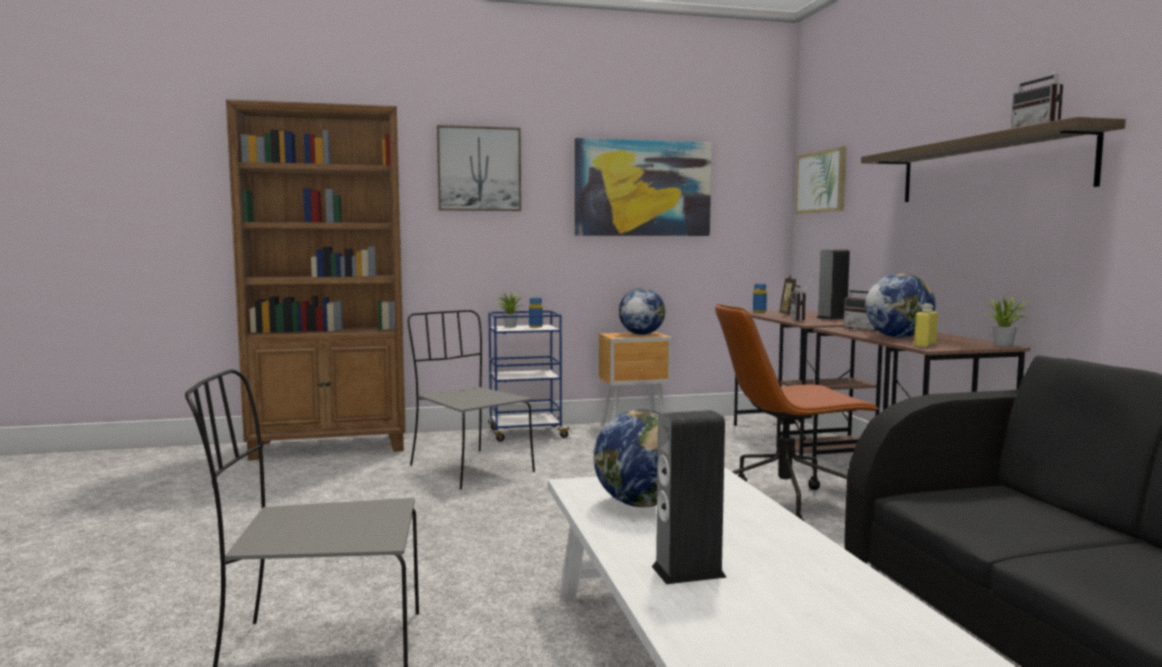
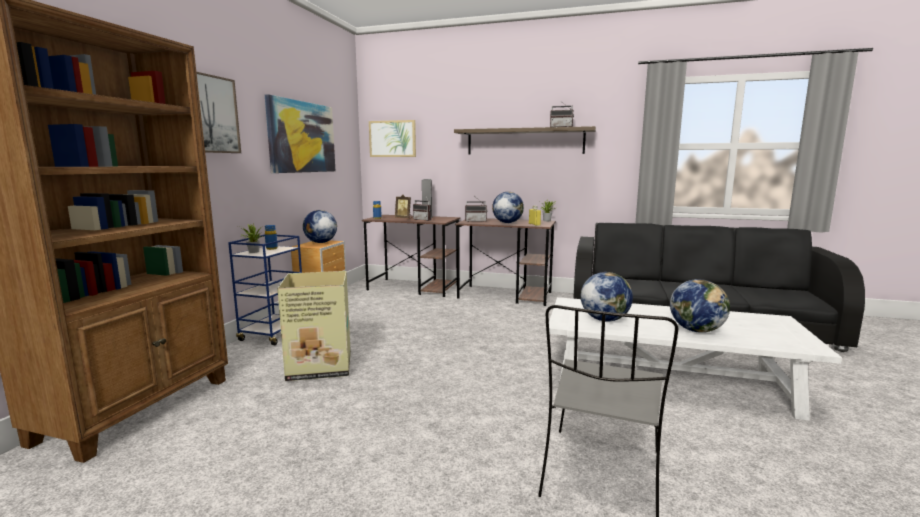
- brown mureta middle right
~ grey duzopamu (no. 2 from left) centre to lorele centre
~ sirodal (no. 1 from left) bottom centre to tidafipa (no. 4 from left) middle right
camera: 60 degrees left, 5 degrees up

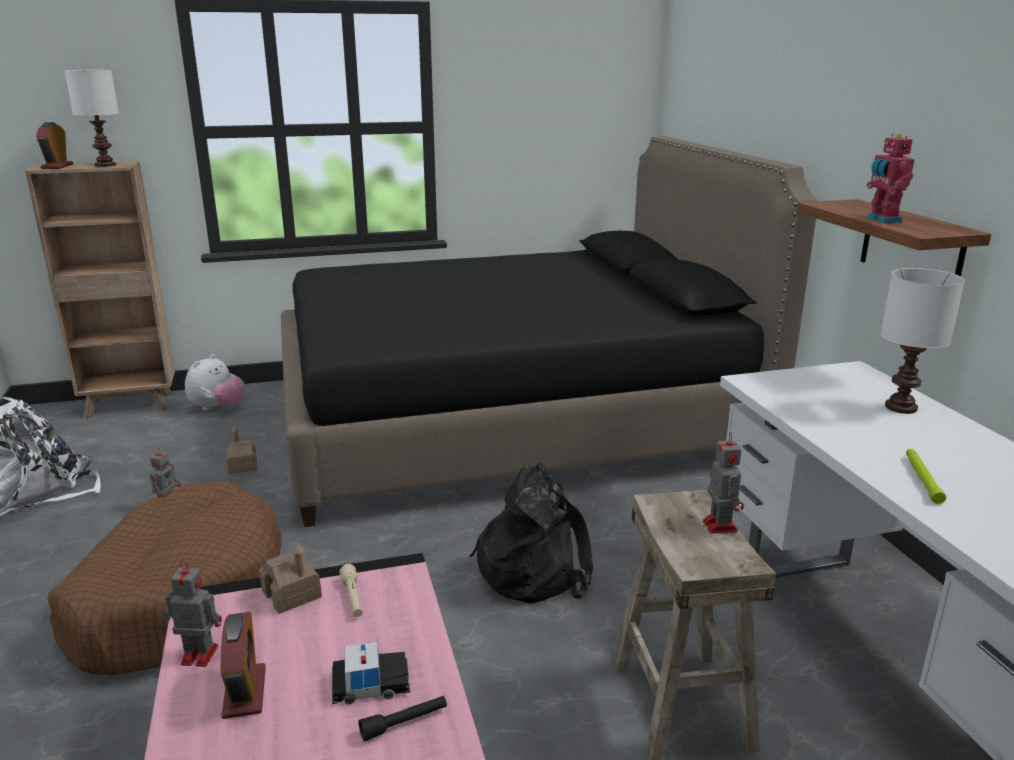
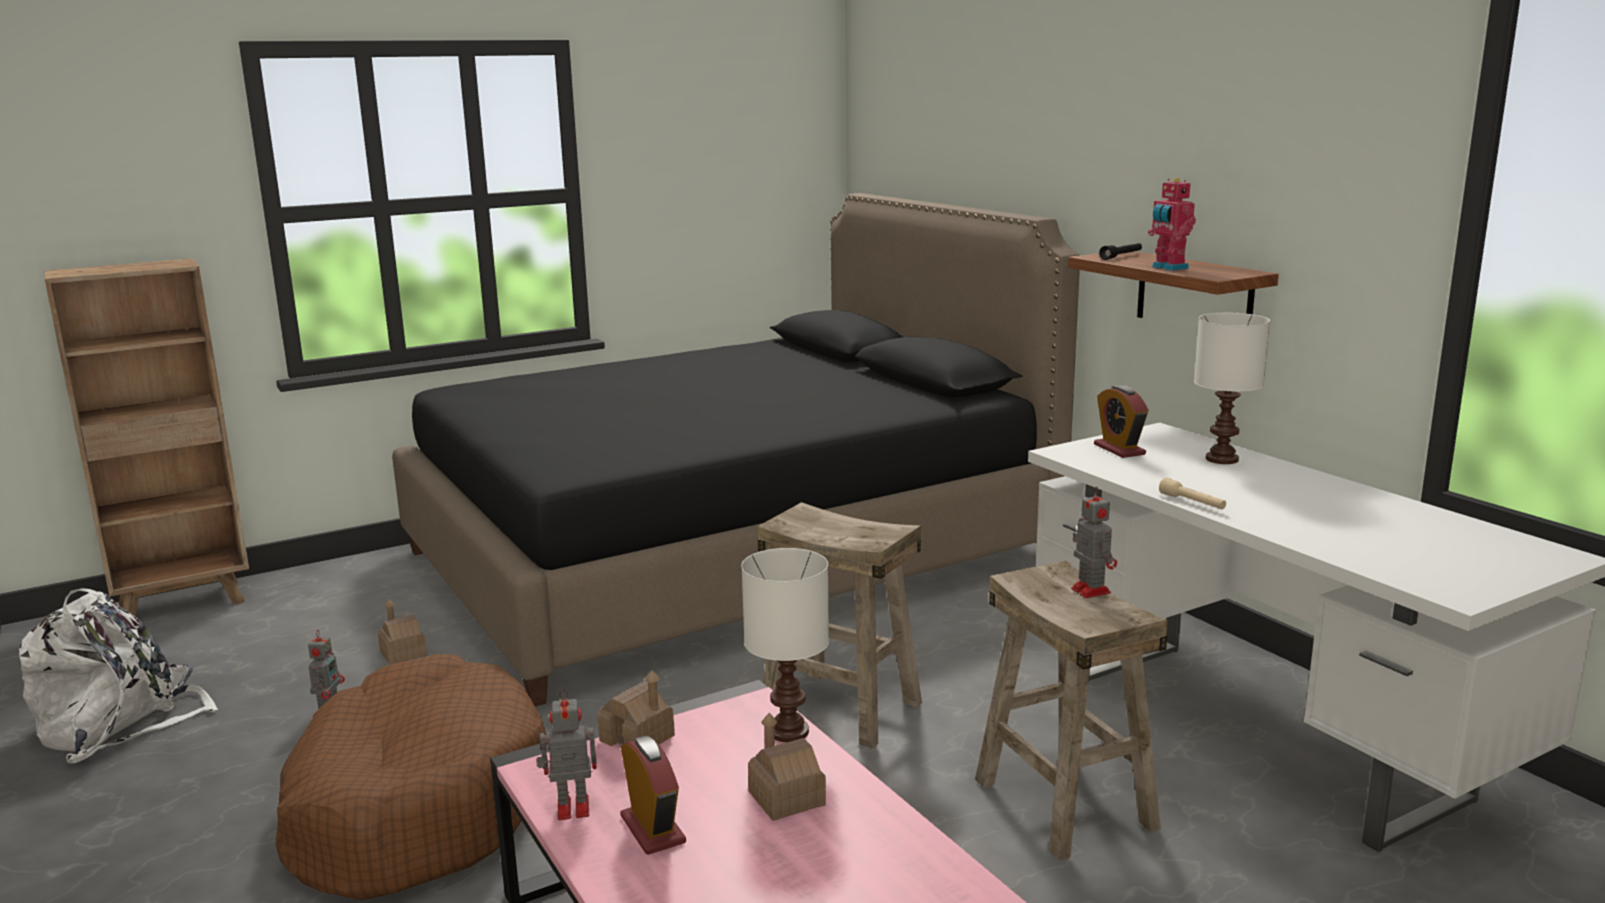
- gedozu middle left
- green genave middle right
~ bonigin (no. 1 from left in the first image) top left to bonigin (no. 2 from left) middle right
~ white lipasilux (no. 1 from left) top left to bottom centre
~ beige genave bottom centre to middle right
~ black genave bottom centre to top right
~ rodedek bottom centre to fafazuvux (no. 3 from left) bottom centre
~ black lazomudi bottom centre to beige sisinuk (no. 1 from left) bottom centre
camera: 15 degrees left, 5 degrees down

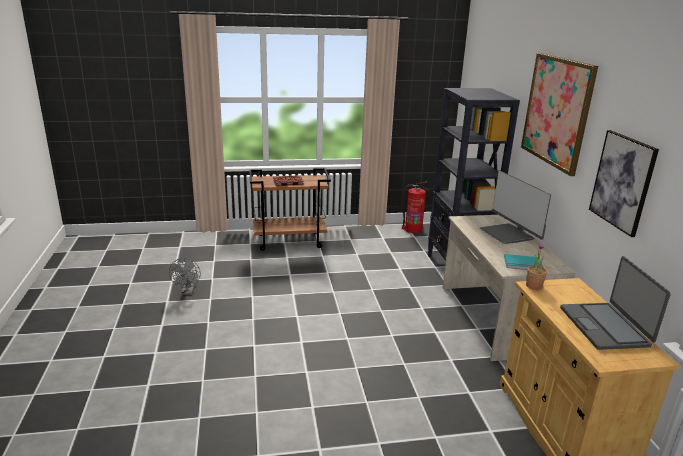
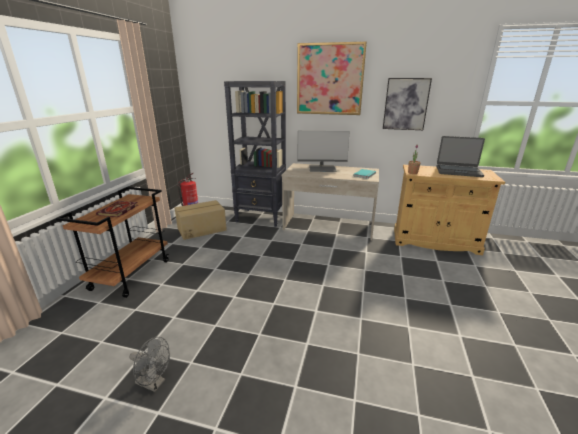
+ lorele centre
camera: 65 degrees left, 0 degrees up

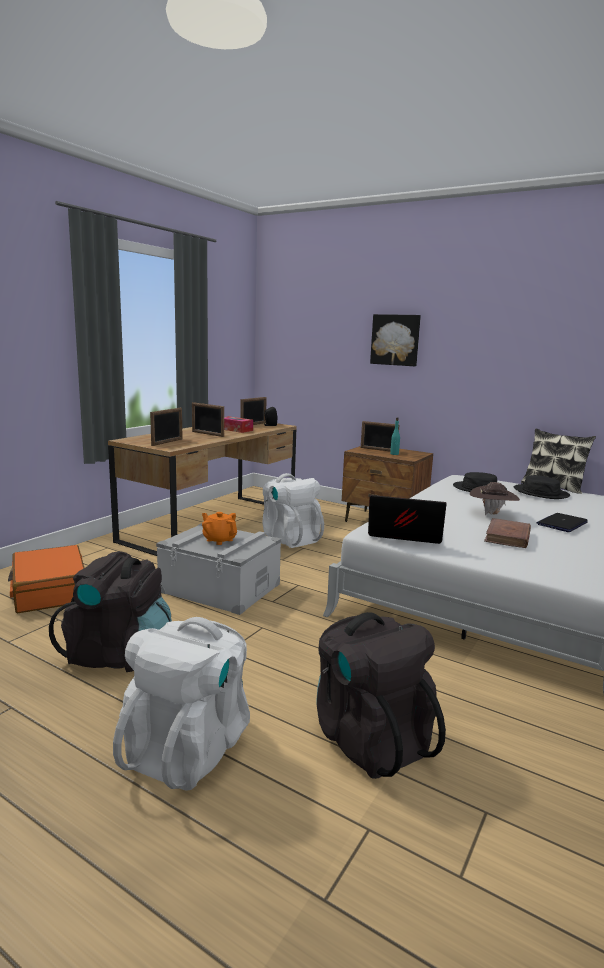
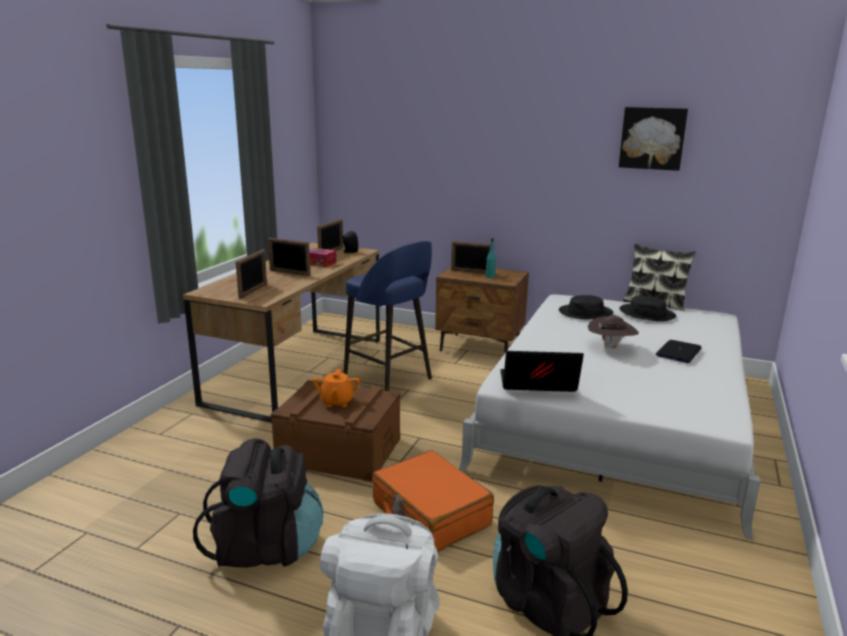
- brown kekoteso middle right
~ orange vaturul middle left to bottom centre
~ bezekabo centre to top right
~ white lazomudi (no. 2 from left) centre to blue sisinuk centre
~ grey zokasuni centre to brown zokasuni bottom centre
~ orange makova centre = centre 120 degrees counterclockwise
camera: 10 degrees left, 5 degrees up

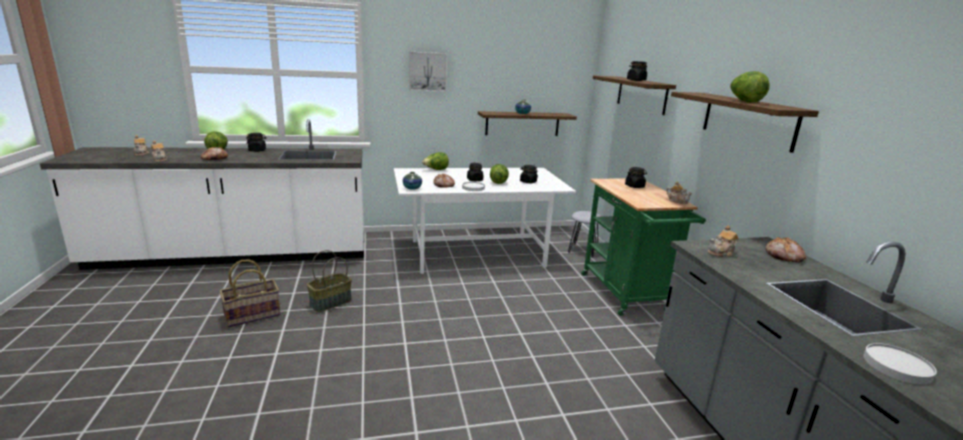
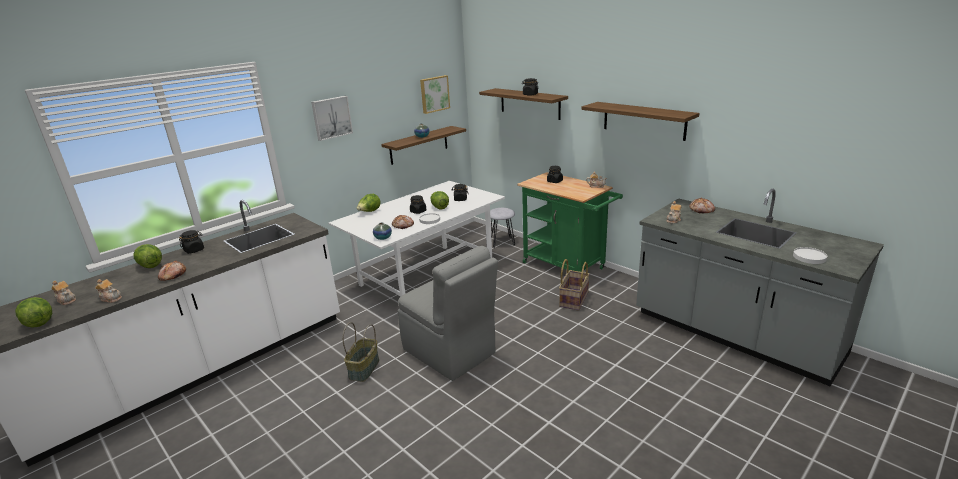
+ grey duzopamu centre
+ bezekabo (no. 2 from left) top centre
~ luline (no. 1 from left in the first image) middle left to luline (no. 2 from left) centre
~ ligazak (no. 4 from left in the first image) top right to ligazak (no. 1 from left) middle left
camera: 30 degrees left, 5 degrees up

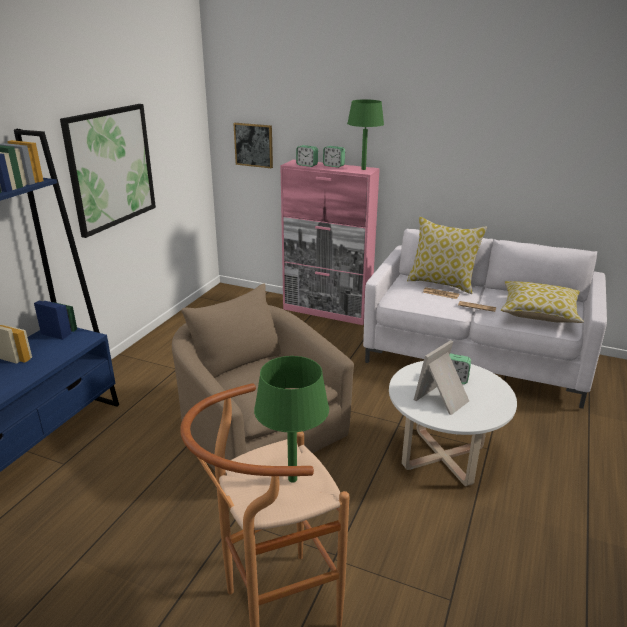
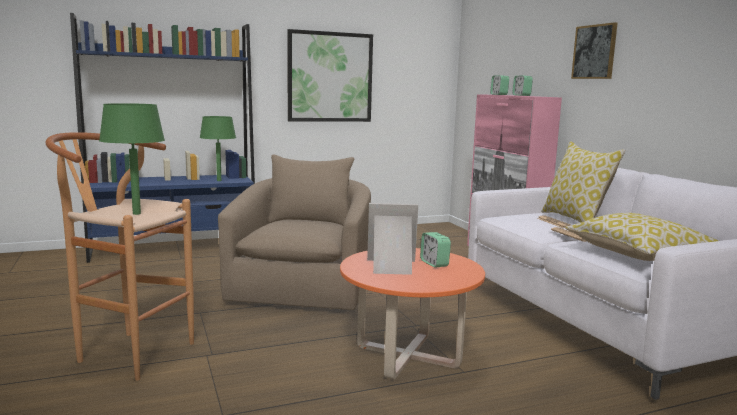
~ bezekabo (no. 2 from left) top centre to top right
~ green lipasilux (no. 2 from left) top centre to middle left
~ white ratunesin bottom right to orange ratunesin bottom centre
camera: 45 degrees right, 15 degrees down

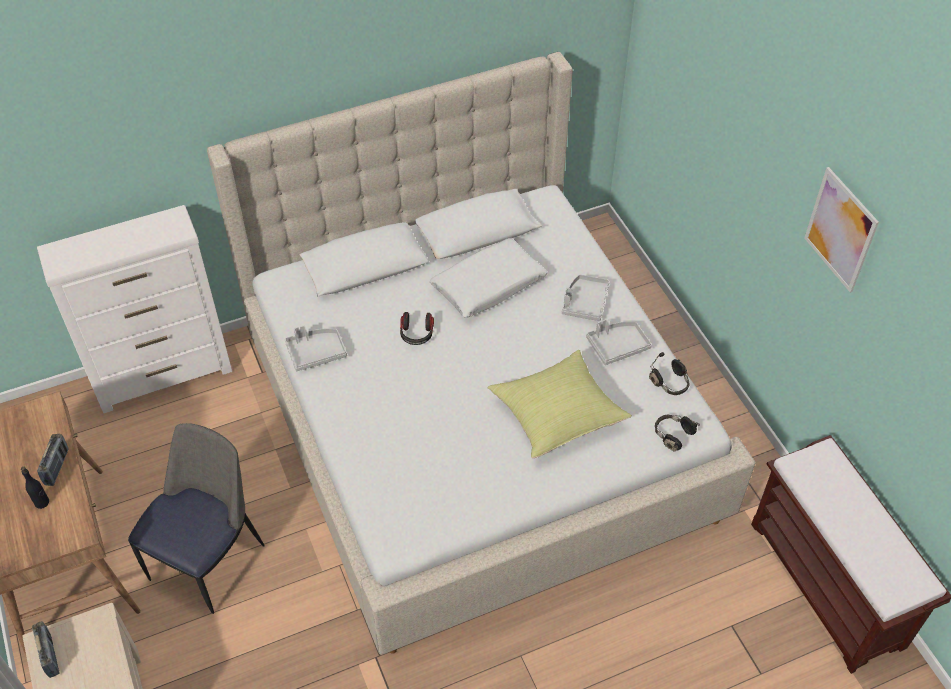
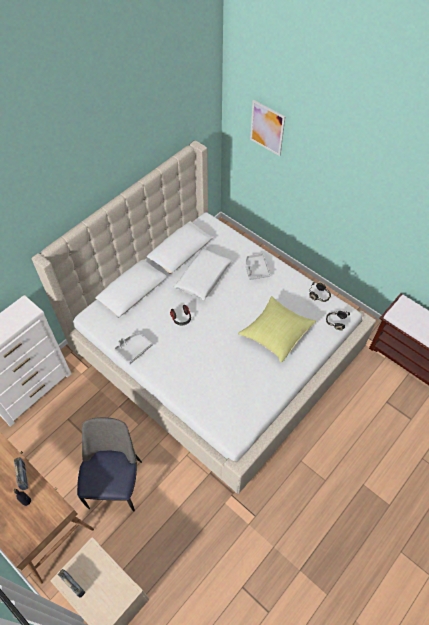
- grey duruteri (no. 3 from left) centre
~ bezekabo middle right to top centre
camera: 25 degrees left, 5 degrees up

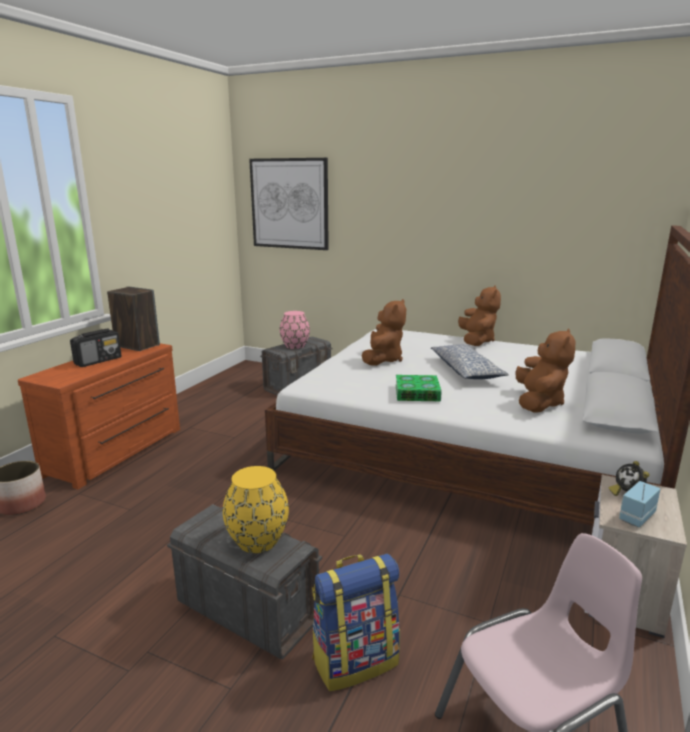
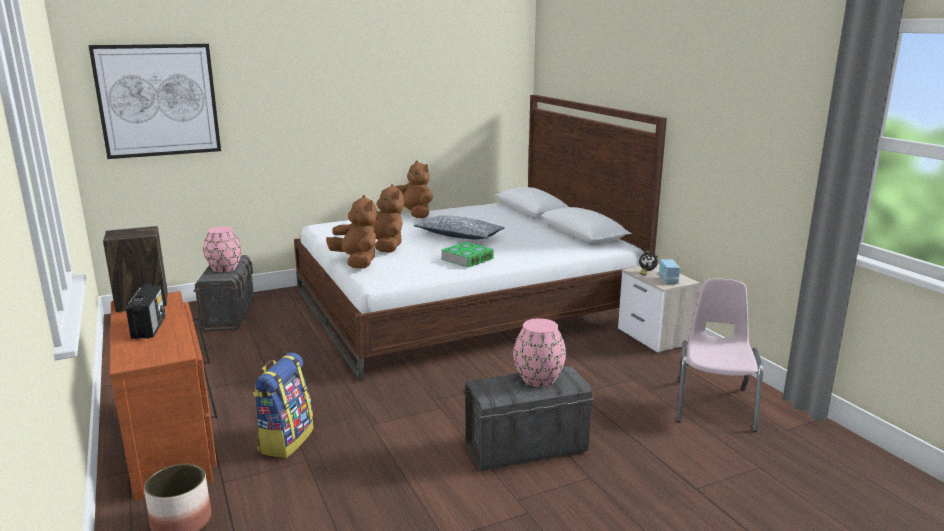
~ lazomudi bottom centre to bottom left
~ brown gedozu (no. 3 from left in the first image) middle right to brown gedozu (no. 1 from left) centre
~ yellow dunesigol bottom centre to pink dunesigol (no. 2 from left) centre
camera: 50 degrees left, 0 degrees up

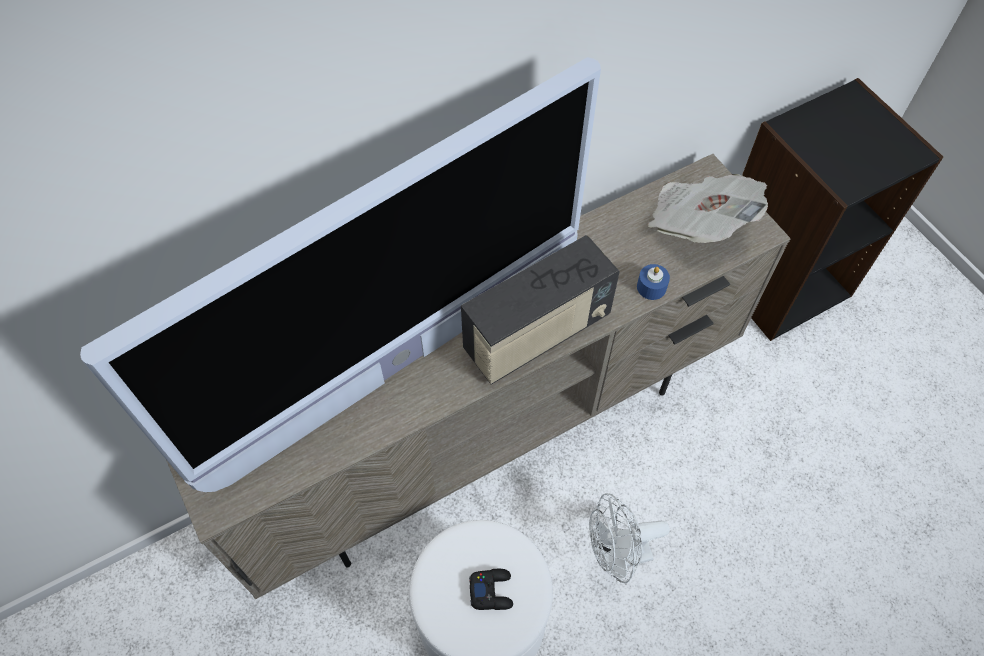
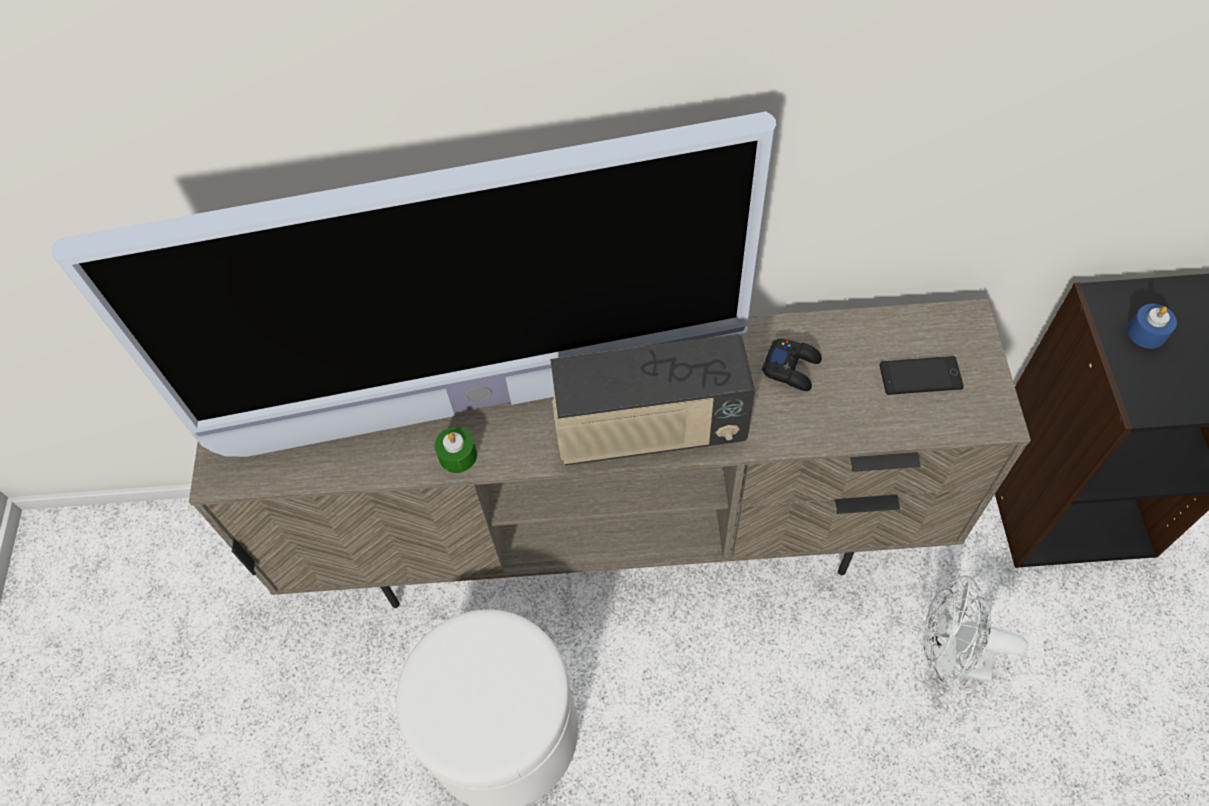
+ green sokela centre
~ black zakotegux bottom centre to centre
~ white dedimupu bottom centre to bottom right
~ blue sokela centre to middle right
~ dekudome top right to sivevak middle right
camera: 30 degrees right, 0 degrees up

